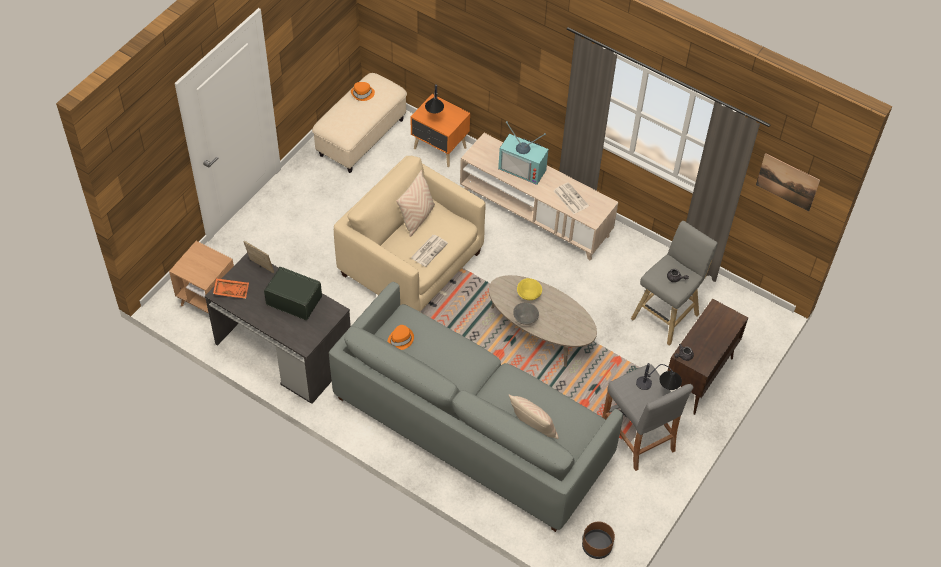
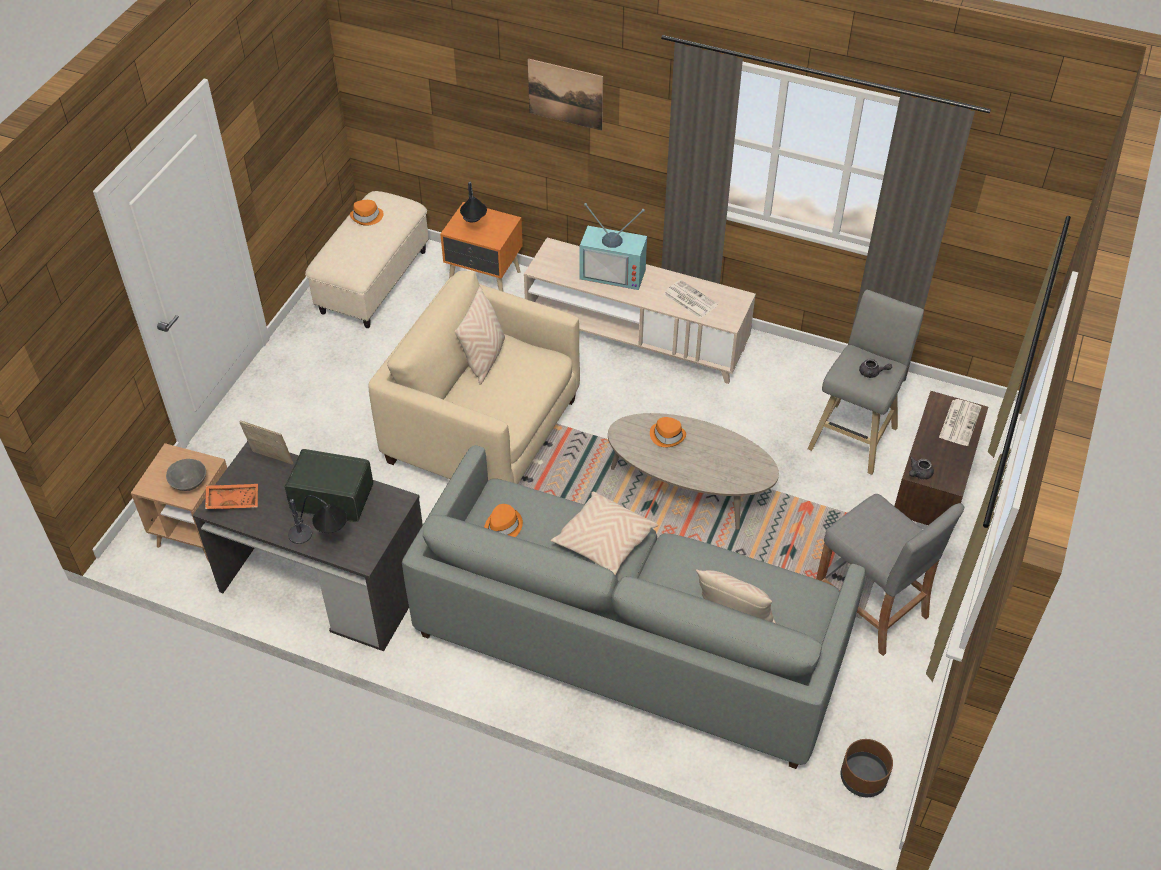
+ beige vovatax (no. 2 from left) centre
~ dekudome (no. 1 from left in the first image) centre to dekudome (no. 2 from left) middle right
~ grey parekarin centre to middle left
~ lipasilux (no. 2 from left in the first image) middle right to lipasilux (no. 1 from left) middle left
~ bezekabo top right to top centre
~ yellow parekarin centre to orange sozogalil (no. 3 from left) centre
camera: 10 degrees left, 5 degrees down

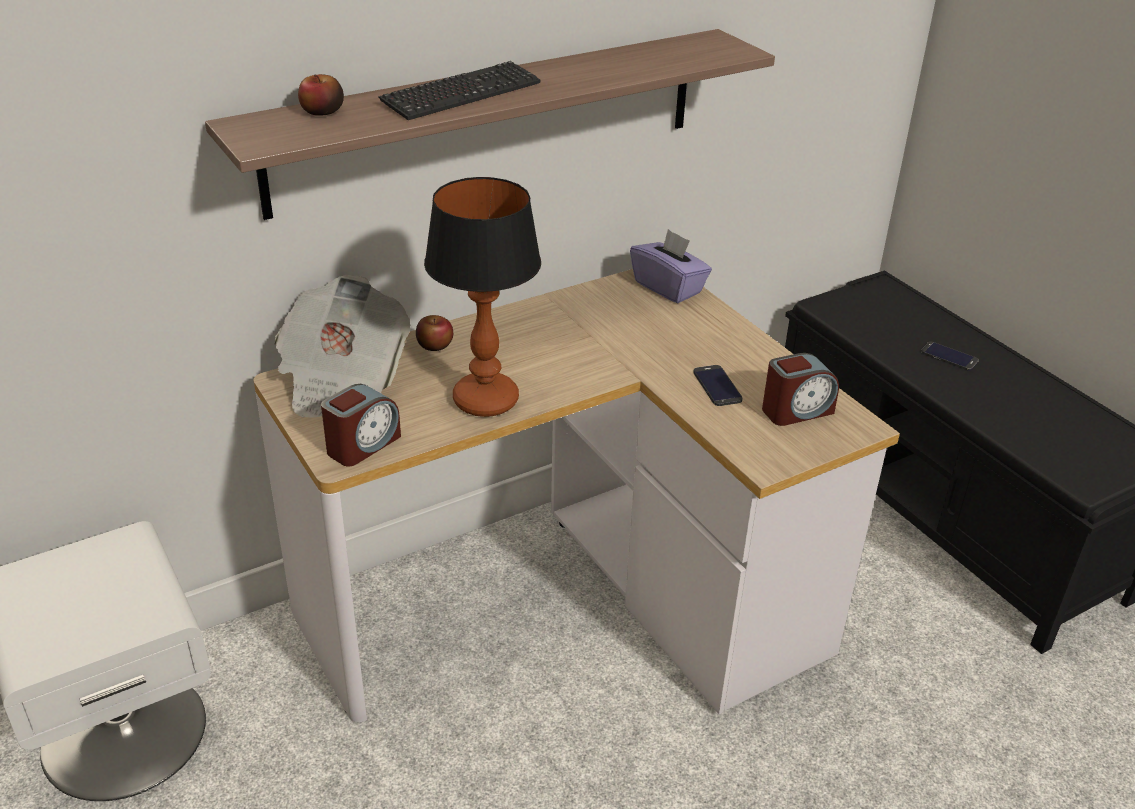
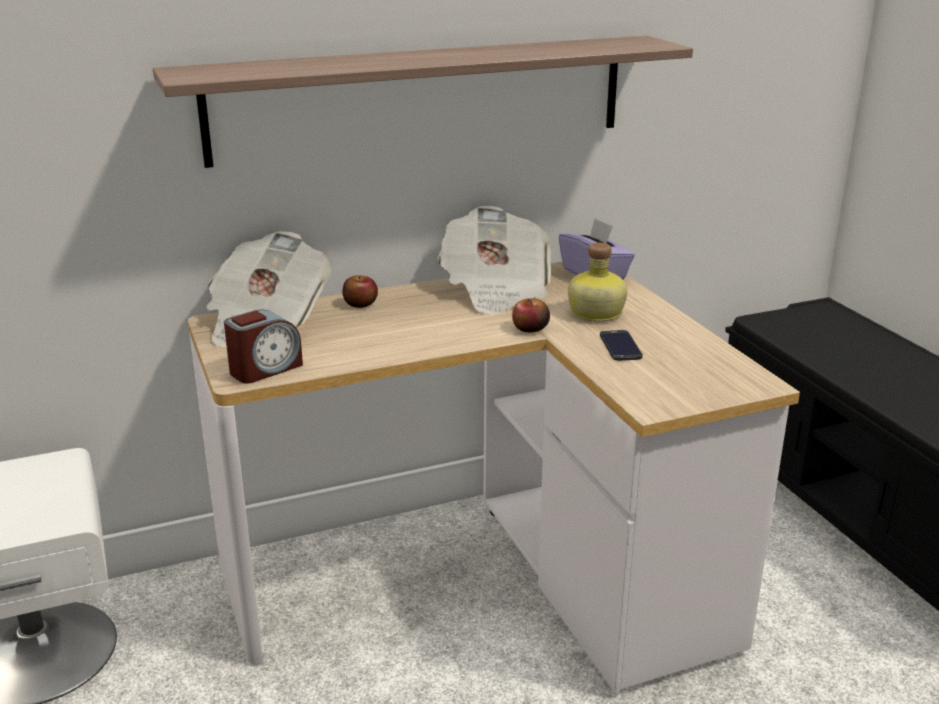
- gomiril top centre
- lipasilux centre
- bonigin (no. 2 from left) middle right
- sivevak (no. 2 from left) middle right
+ dekudome (no. 2 from left) centre
+ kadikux centre
~ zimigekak (no. 1 from left in the first image) top left to zimigekak (no. 2 from left) centre
camera: 10 degrees right, 10 degrees down

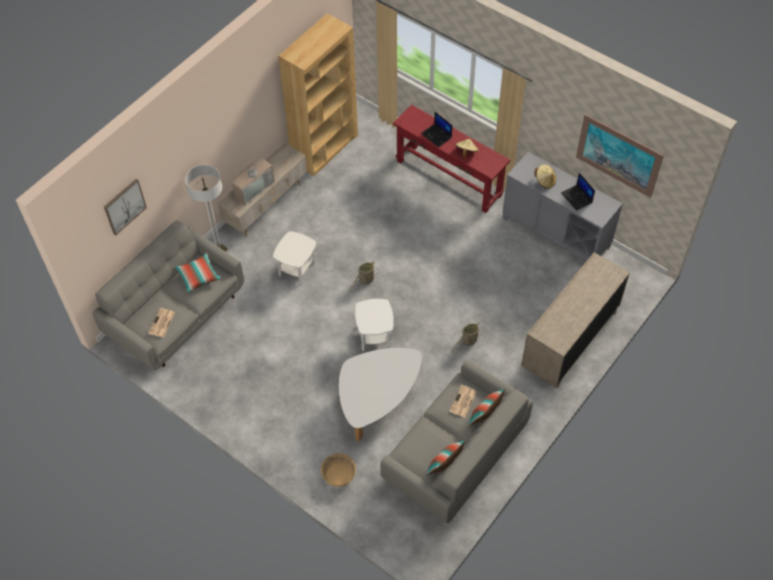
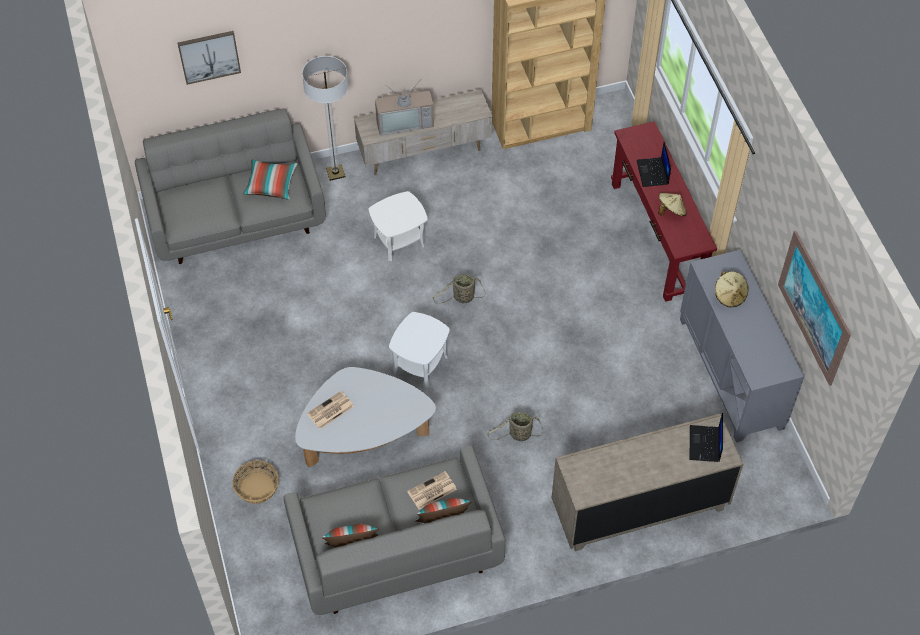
~ dekudome (no. 1 from left) middle left to centre
~ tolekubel (no. 2 from left) top right to bottom right
camera: 35 degrees right, 0 degrees up

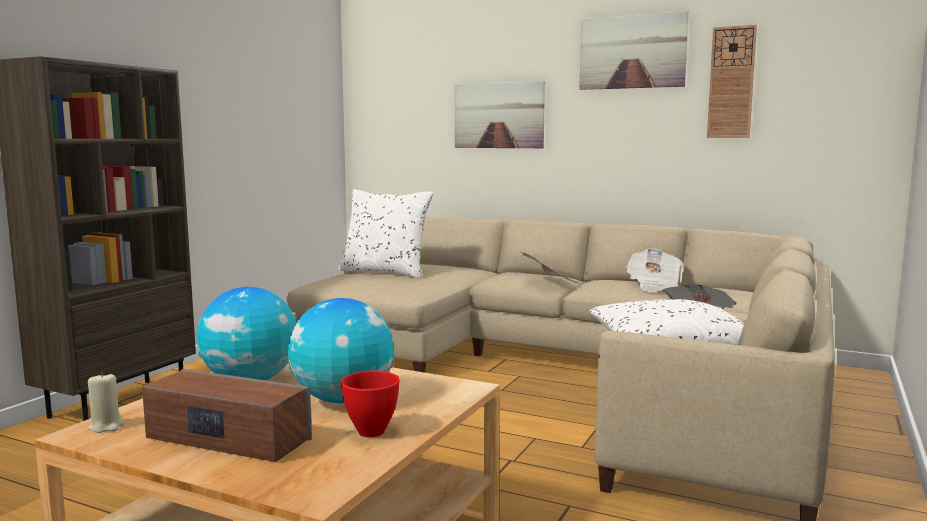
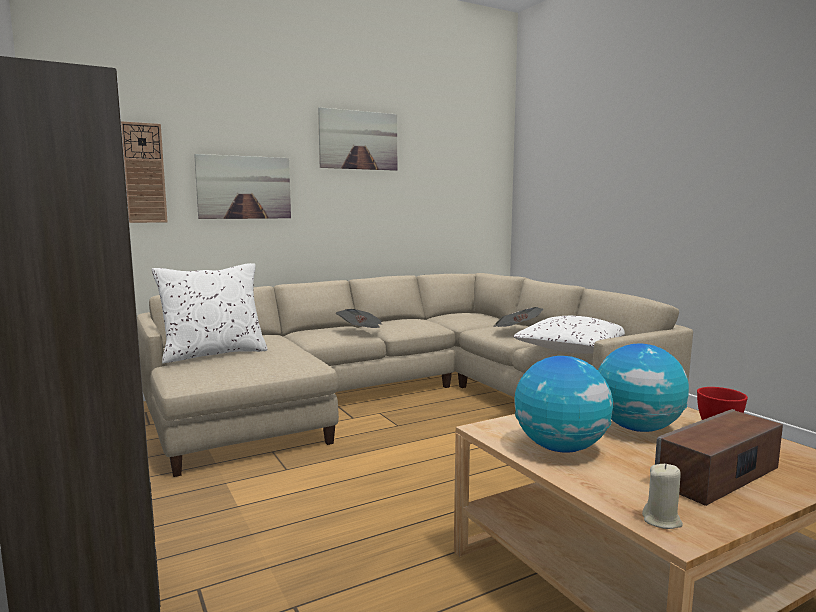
- dekudome (no. 2 from left) middle right
~ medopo top right to top left
camera: 55 degrees left, 0 degrees up

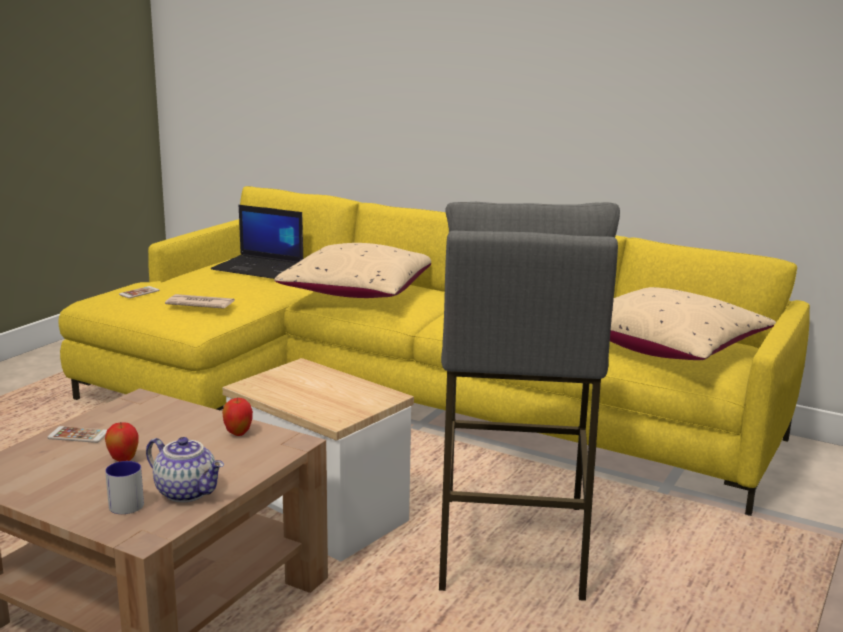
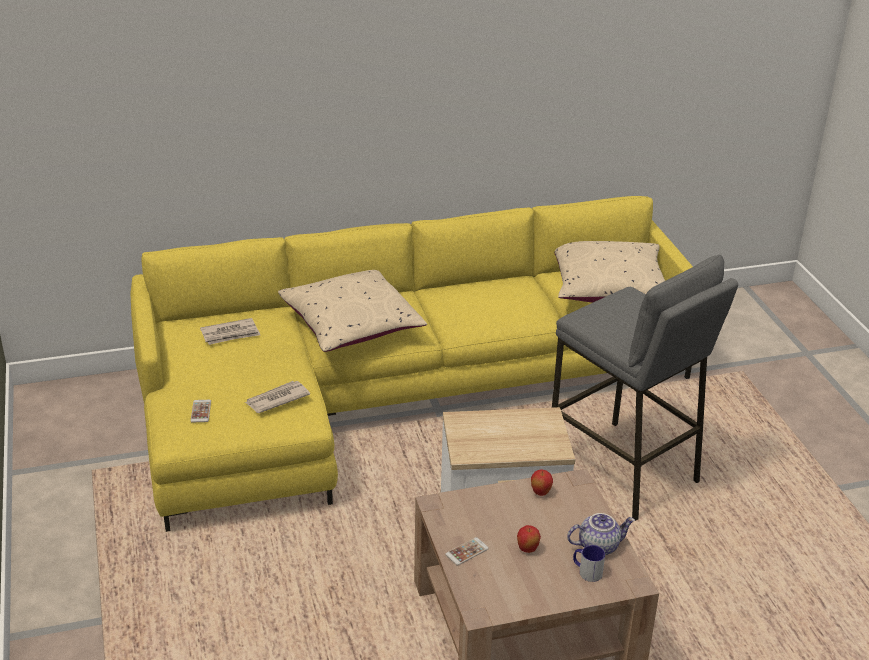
~ tolekubel middle left to dekudome (no. 1 from left) middle left
camera: 45 degrees left, 15 degrees up

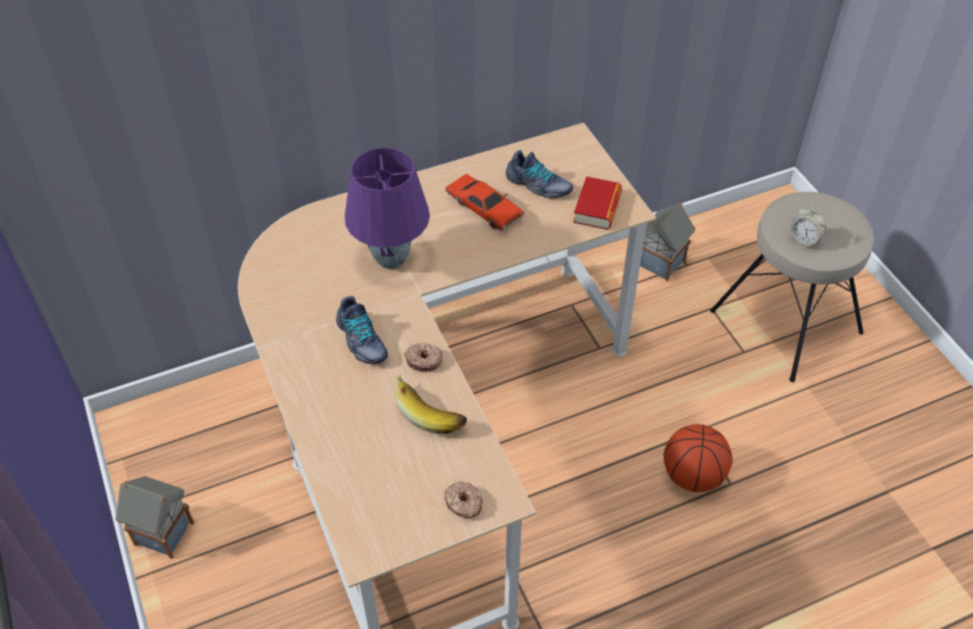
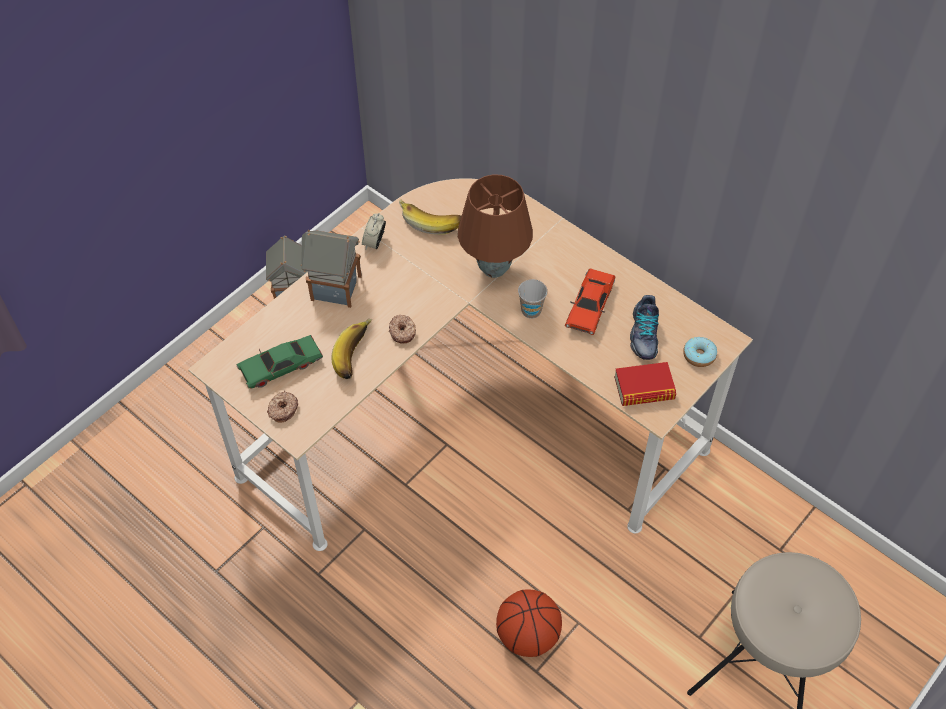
- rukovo (no. 1 from left) centre
+ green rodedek middle left
+ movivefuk (no. 2 from left) top centre
+ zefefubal centre
+ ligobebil (no. 3 from left) middle right
~ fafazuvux (no. 2 from left) middle right to centre
~ bonigin middle right to top centre
~ purple lipasilux top centre to brown lipasilux top centre
camera: 65 degrees right, 5 degrees up

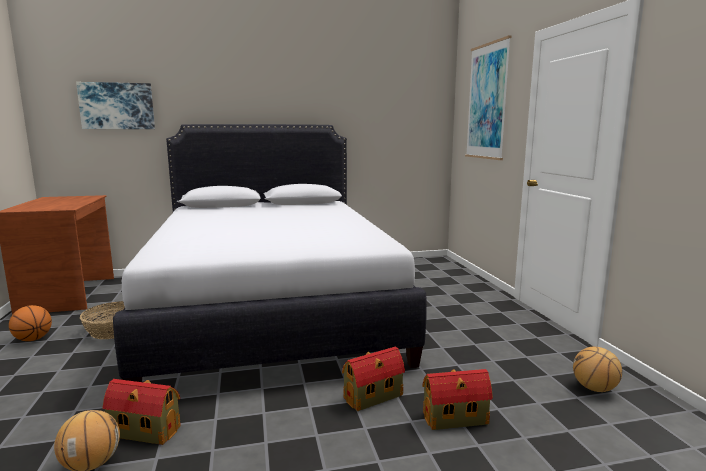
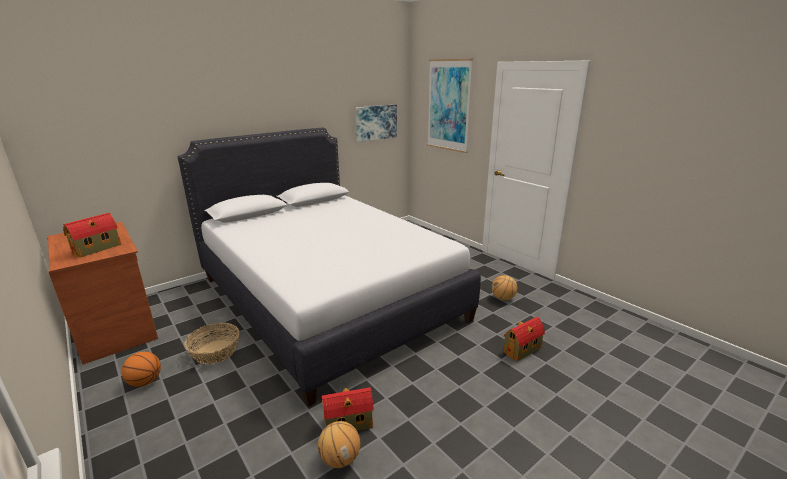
~ bezekabo (no. 1 from left) top left to top centre
~ fafazuvux (no. 2 from left in the first image) bottom centre to fafazuvux (no. 1 from left) middle left
~ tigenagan (no. 3 from left) bottom right to centre
camera: 25 degrees left, 10 degrees up

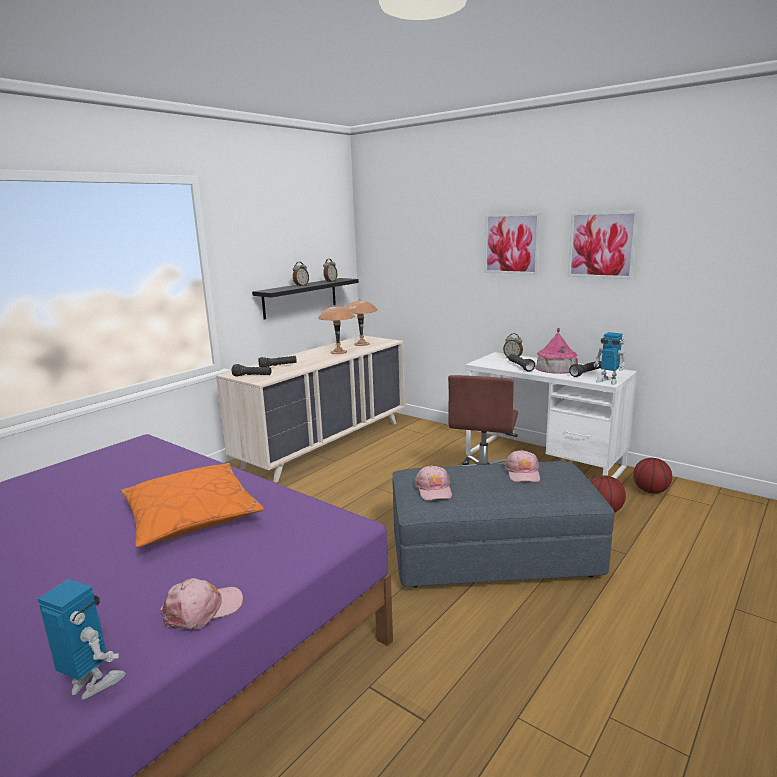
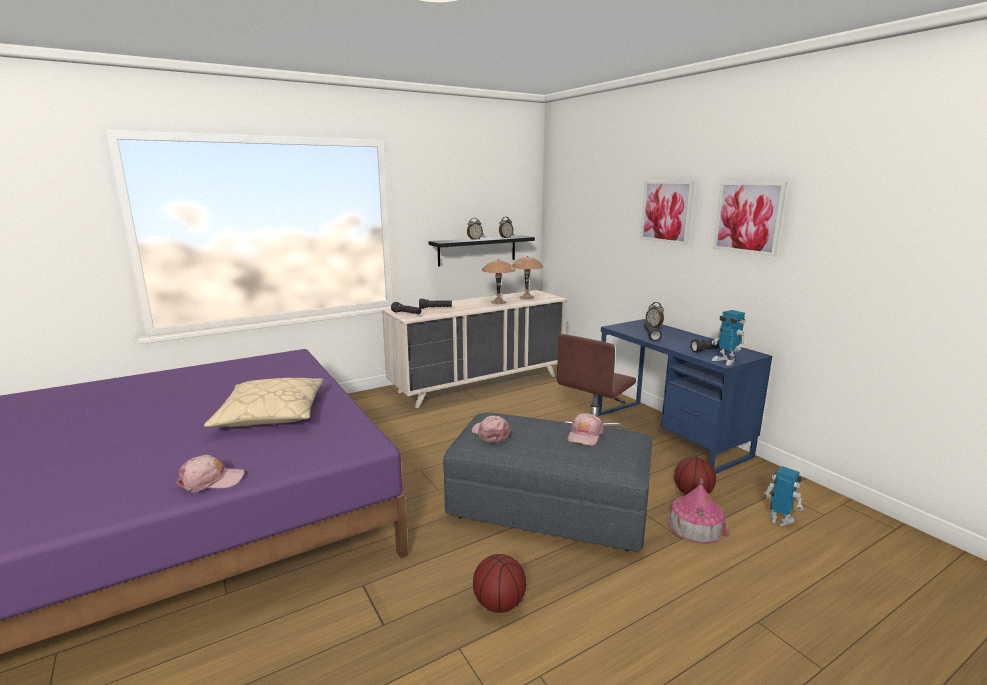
~ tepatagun (no. 1 from left in the first image) bottom left to tepatagun (no. 2 from left) bottom right
~ fafazuvux middle right to bottom right
~ tigenagan (no. 2 from left in the first image) middle right to tigenagan (no. 1 from left) bottom centre
~ orange vovatax middle left to beige vovatax middle left
~ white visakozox middle right to blue visakozox middle right
~ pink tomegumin (no. 2 from left) centre = centre 135 degrees clockwise
camera: 20 degrees right, 0 degrees up

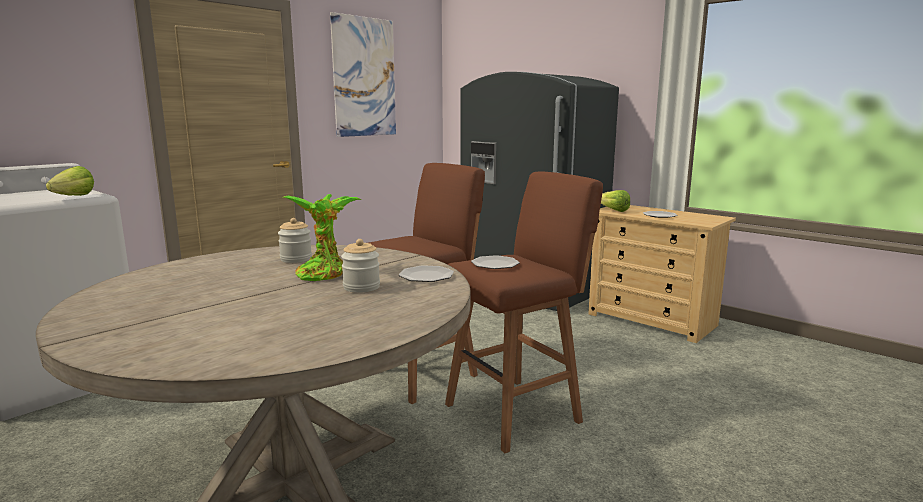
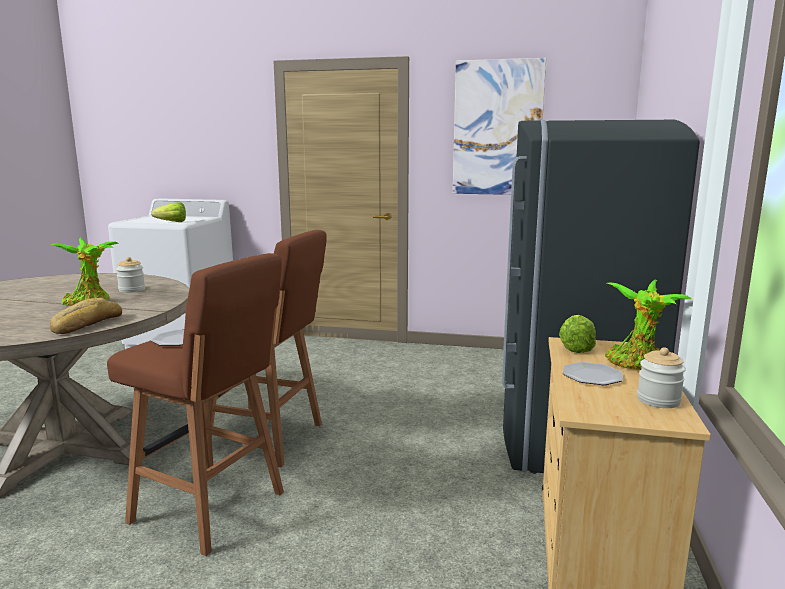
+ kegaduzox (no. 2 from left) middle right
~ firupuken (no. 2 from left) centre to middle right
~ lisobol (no. 1 from left) centre to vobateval middle left
camera: 60 degrees right, 0 degrees up

